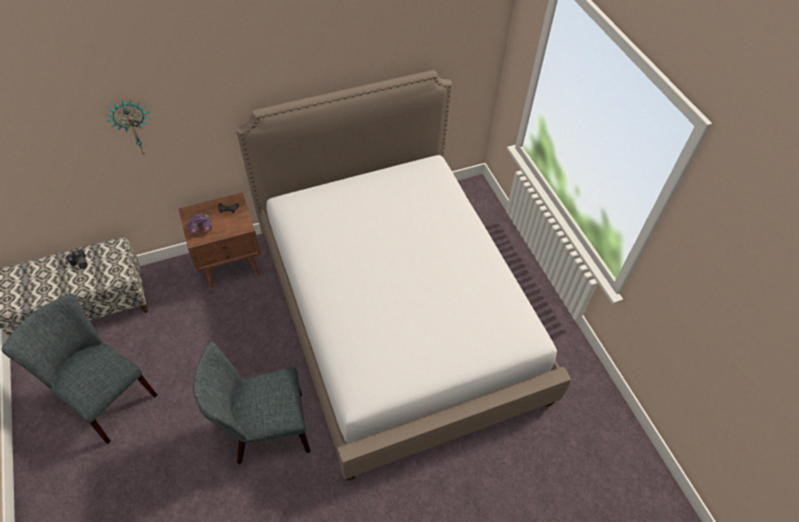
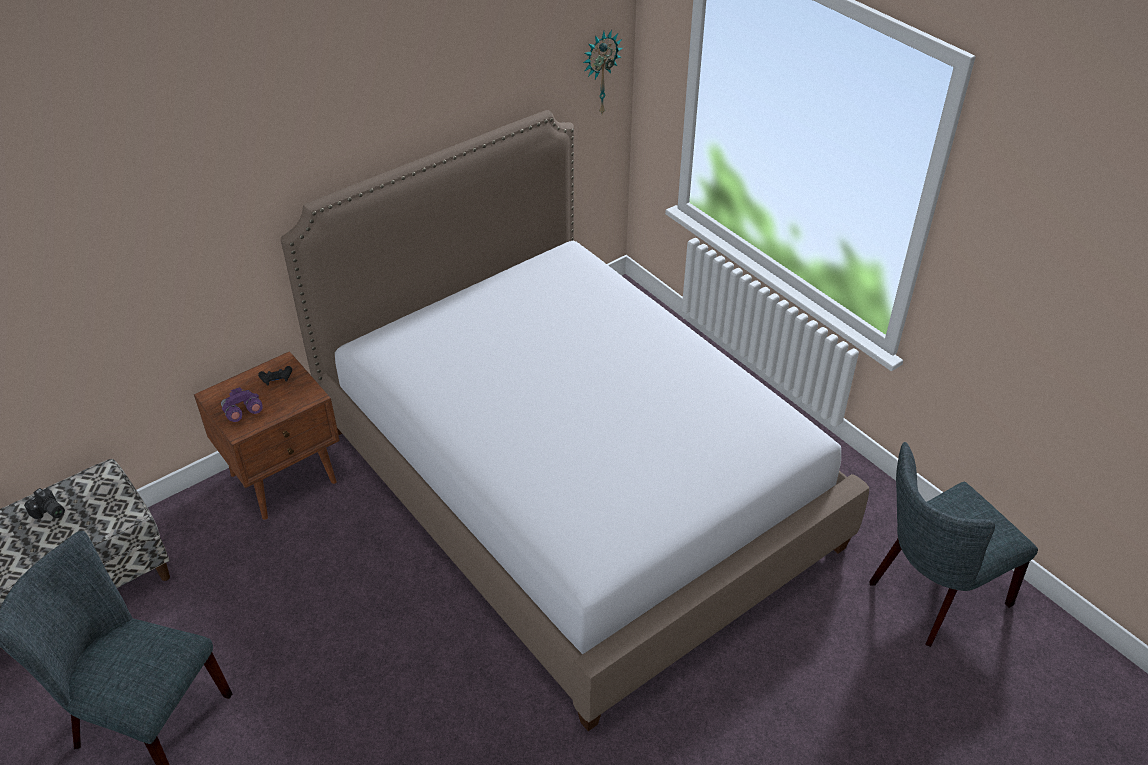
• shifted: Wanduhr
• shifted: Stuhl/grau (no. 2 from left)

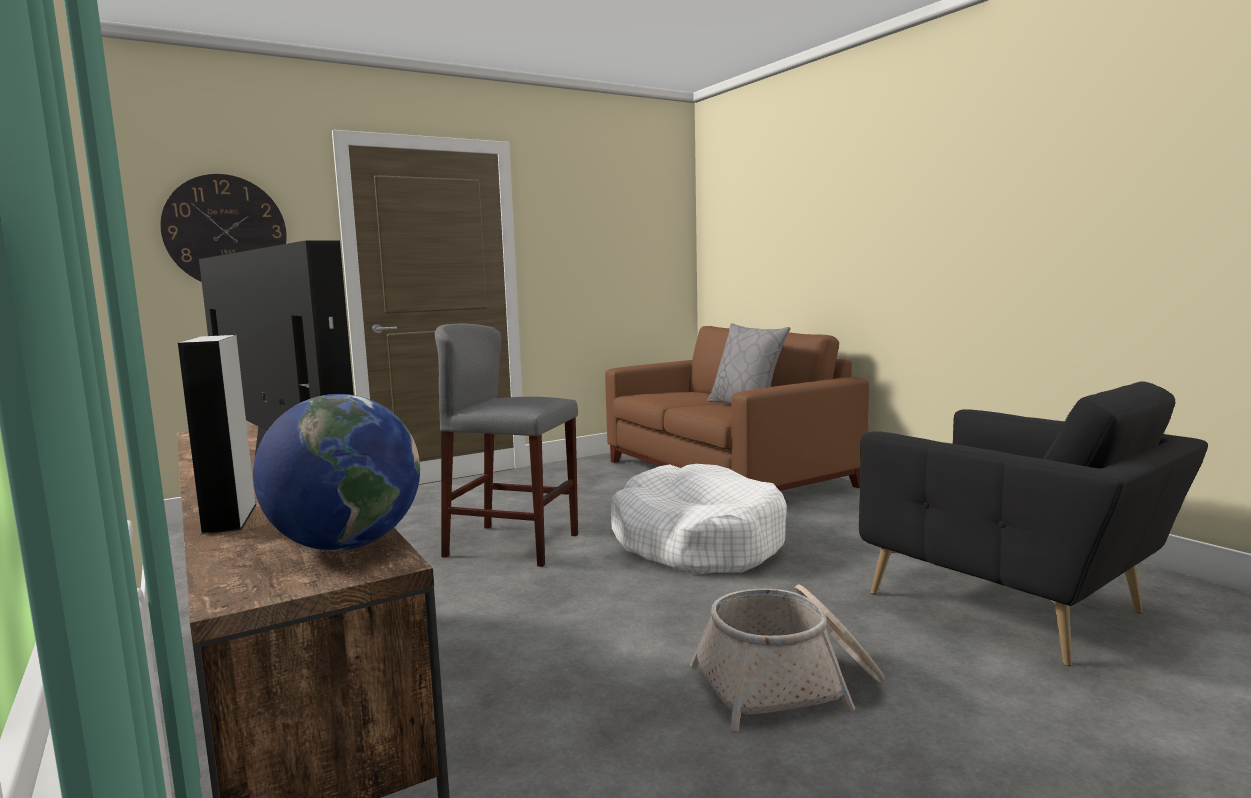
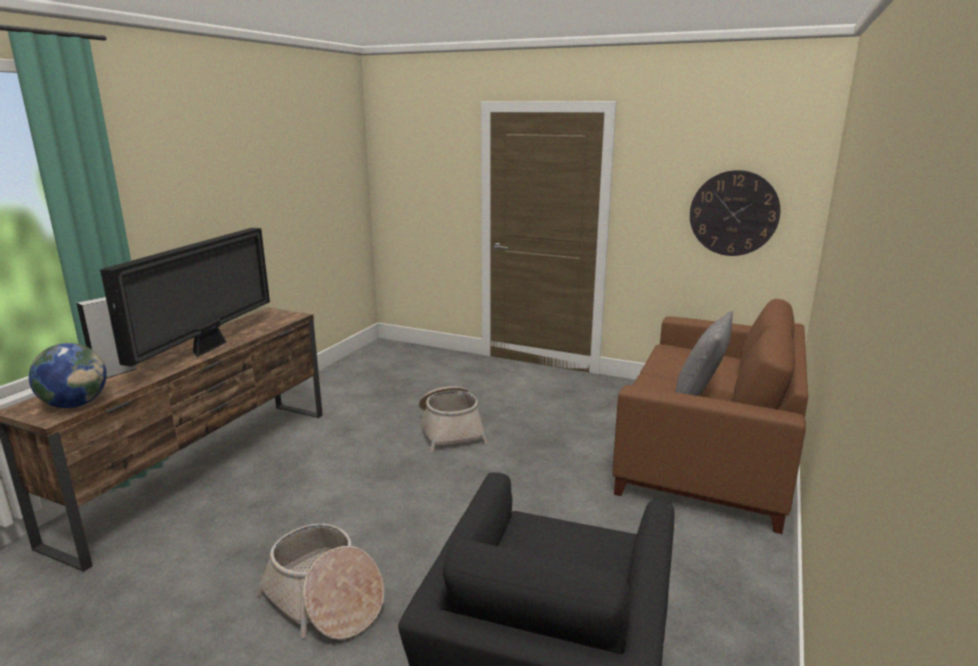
• shifted: Wanduhr
• swapped: Hocker/grau to Korb (no. 2 from left)
• gone: Hundebett/weiß

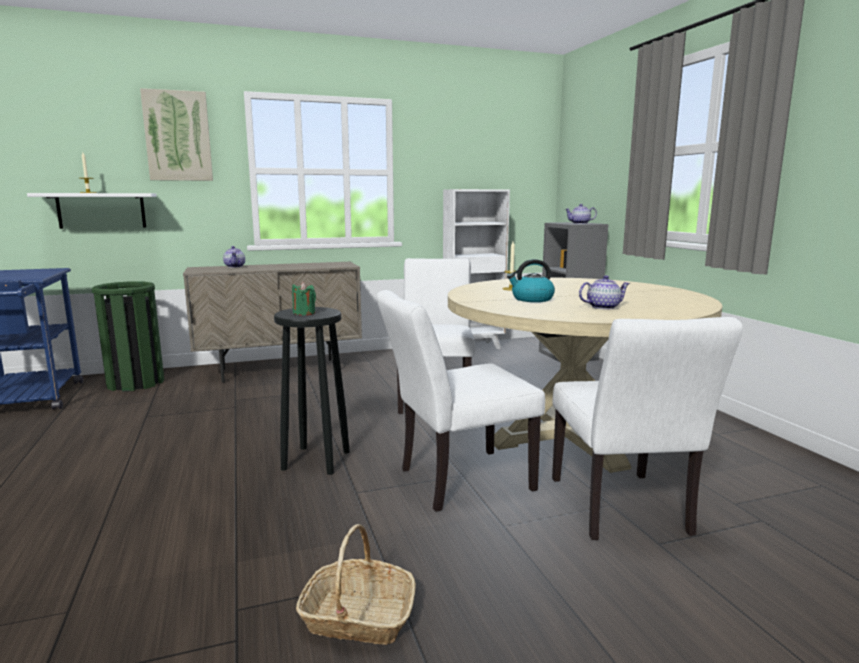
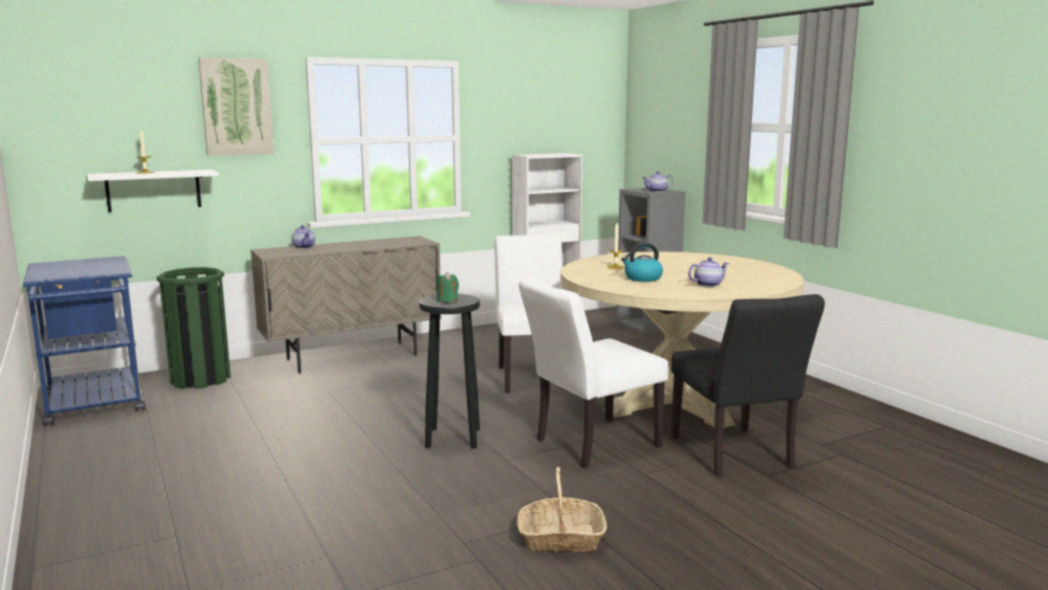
• repainted: Stuhl/weiß (no. 3 from left) to Stuhl/schwarz

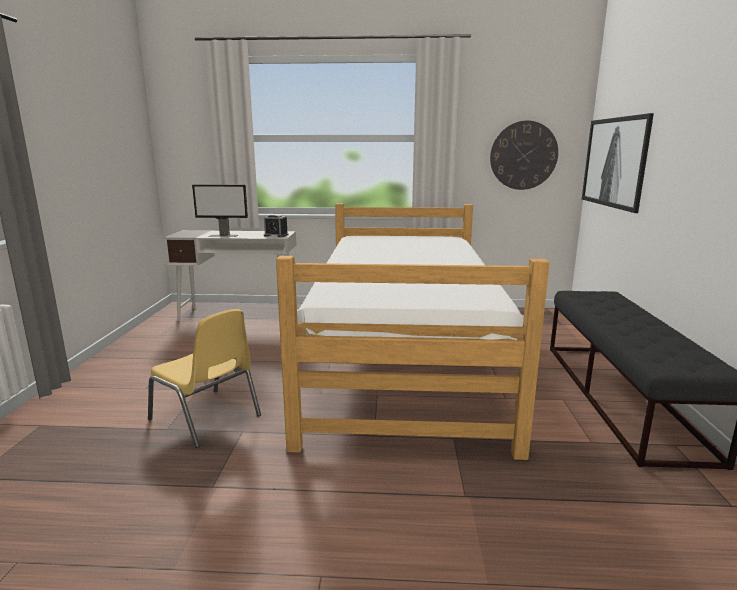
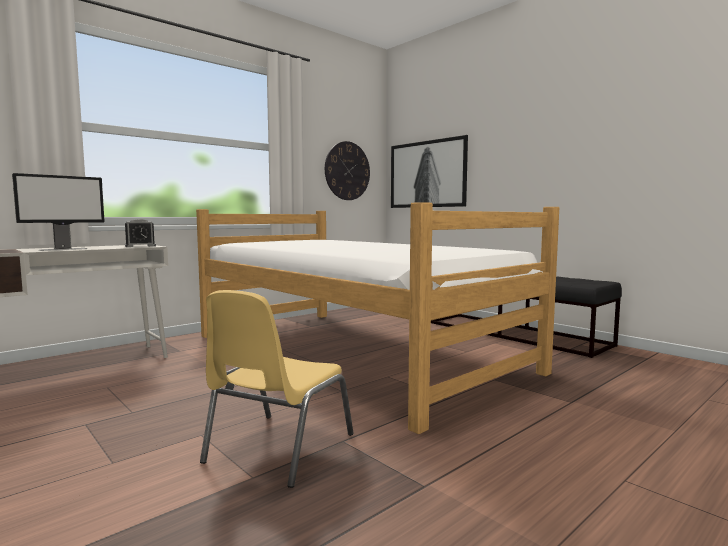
• rotated: Stuhl/gelb 120 degrees clockwise

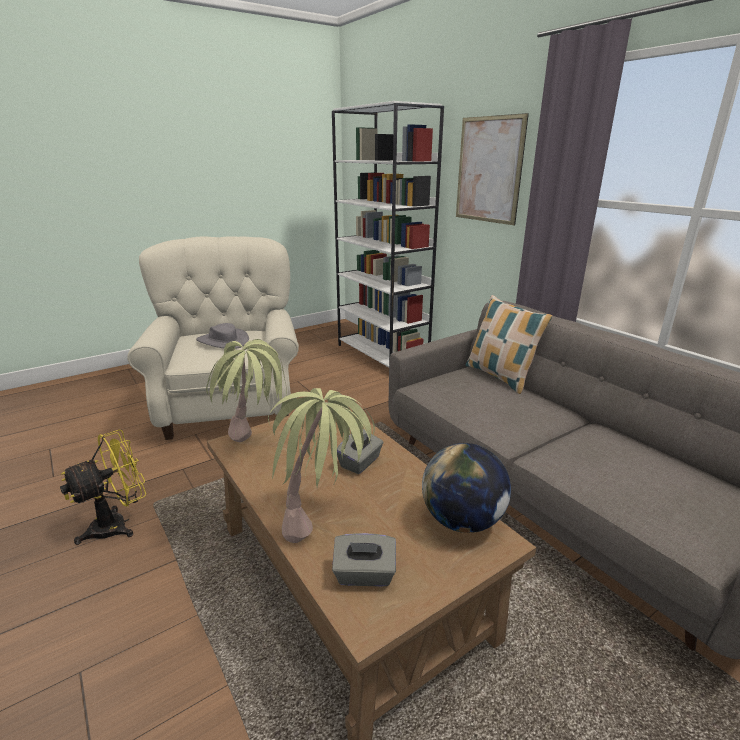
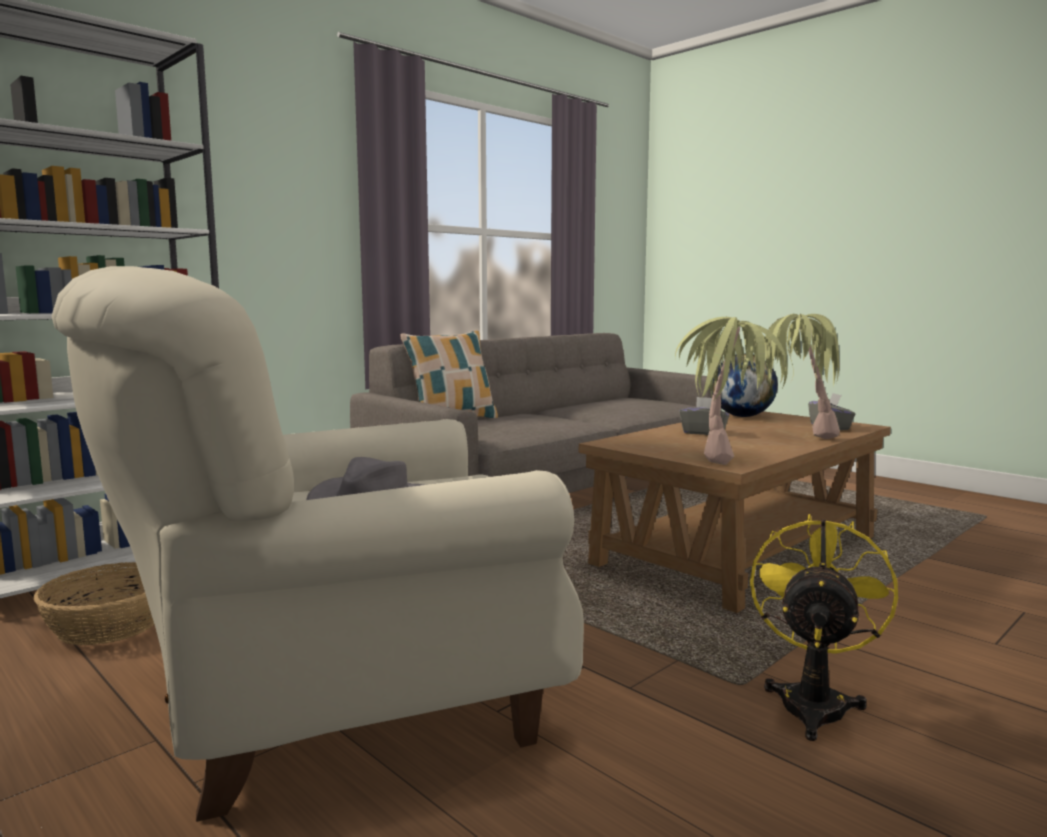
• rotated: Ventilator/gelb 75 degrees clockwise
• gone: Bild
• new: Korb

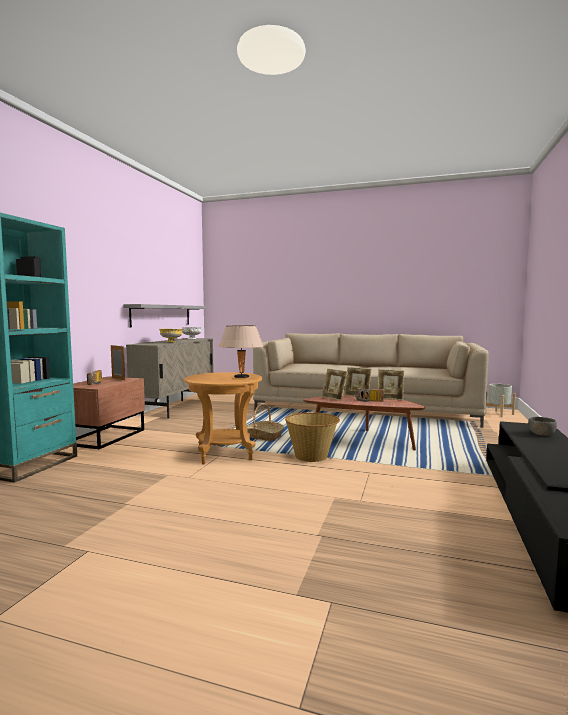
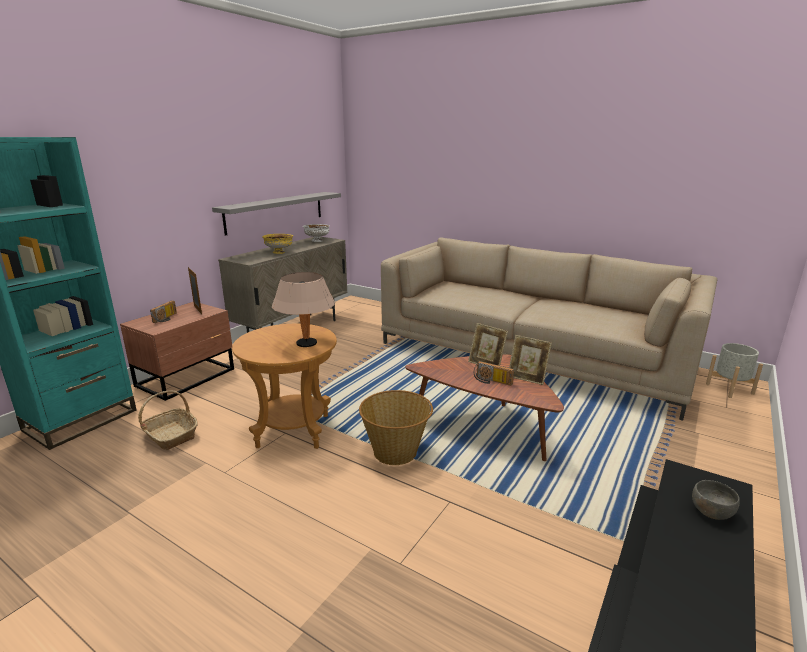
• shifted: Korb (no. 1 from left)
• gone: Bilderrahmen (no. 2 from left)

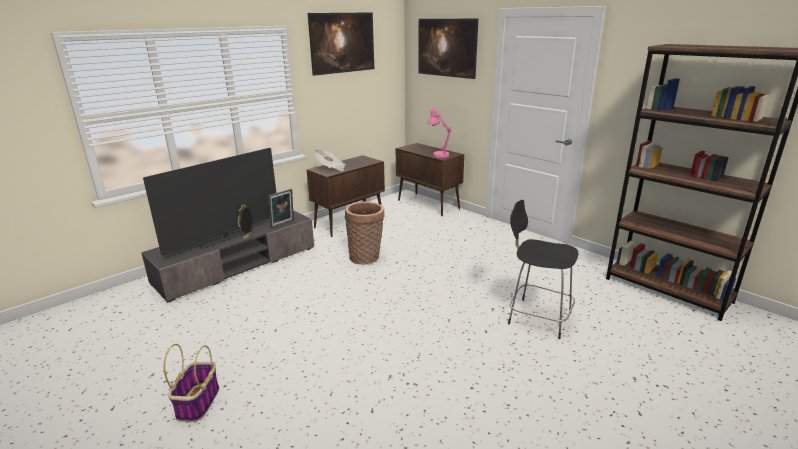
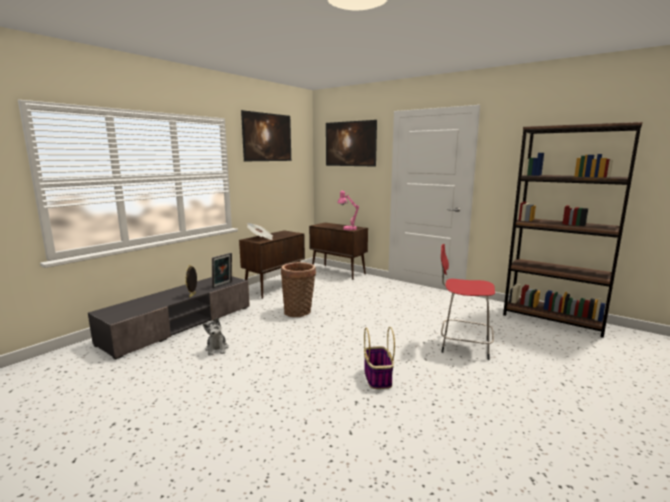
• gone: Fernseher
• shifted: Korb (no. 1 from left in the first image) to Korb (no. 2 from left)
• repainted: Hocker/schwarz to Hocker/rot
• new: Plüschtier

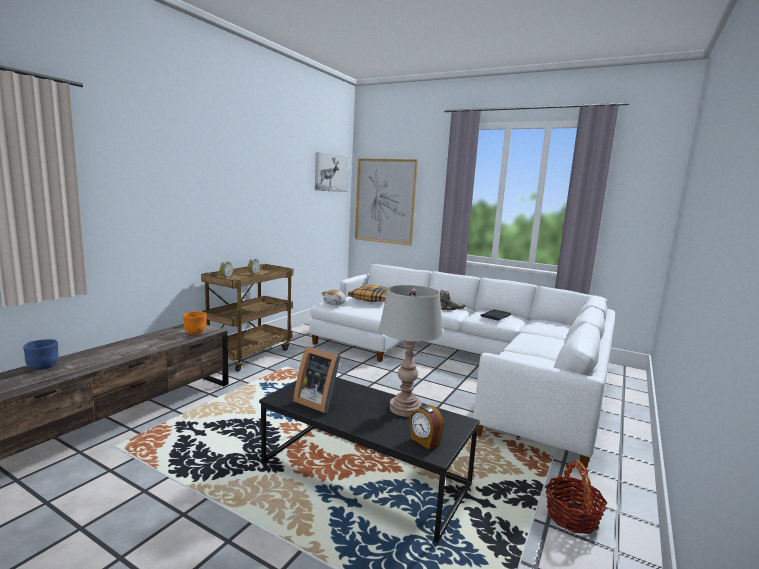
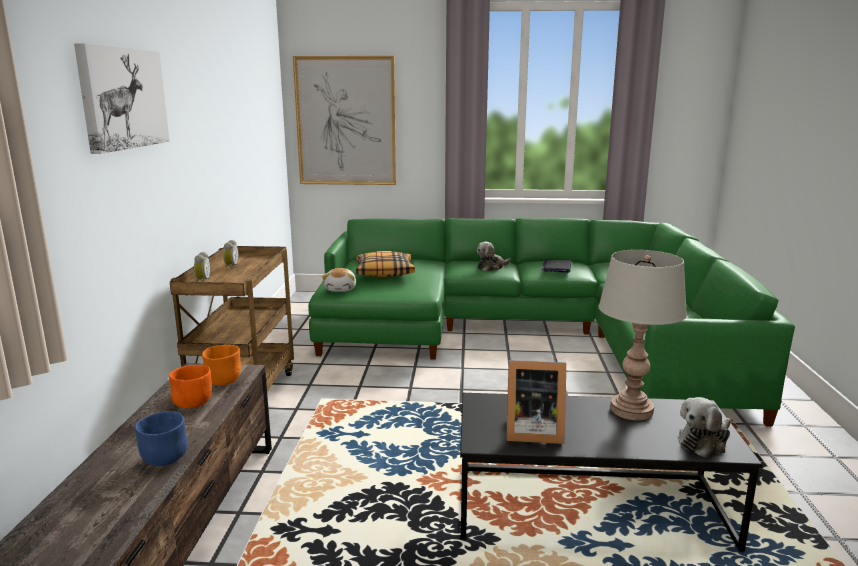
• shifted: Schüssel/blau
• repainted: Sofa/weiß to Sofa/grün
• shifted: Bild (no. 1 from left)
• swapped: Wecker (no. 3 from left) to Plüschtier (no. 3 from left)
• gone: Korb
• new: Schüssel/orange (no. 1 from left)

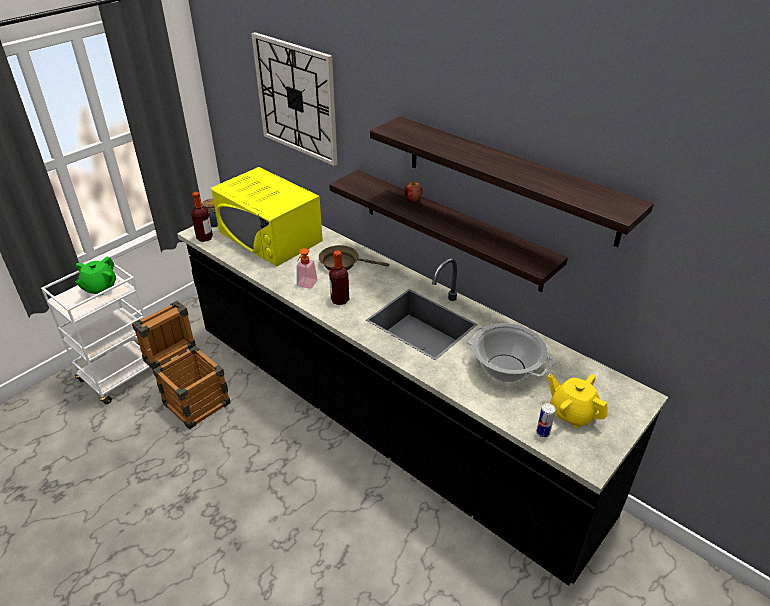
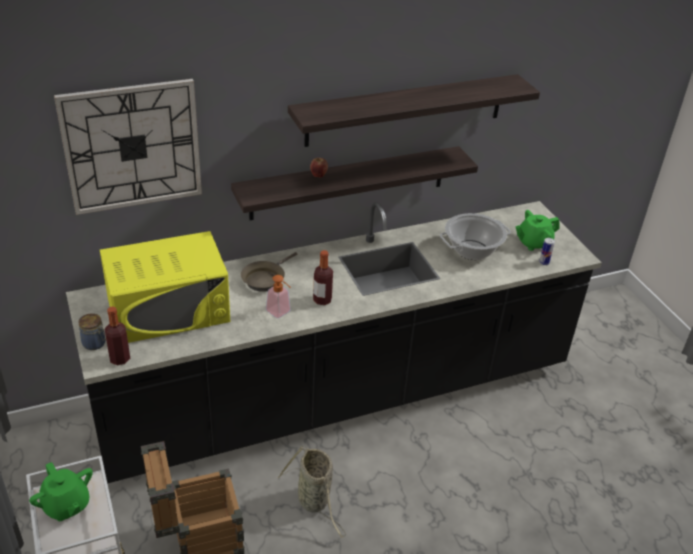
• repainted: Teekanne/gelb to Teekanne/grün (no. 2 from left)
• new: Korb

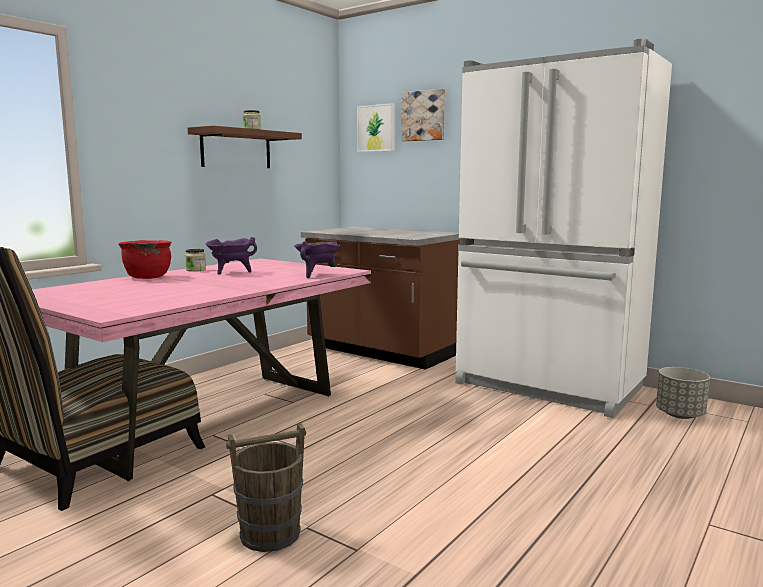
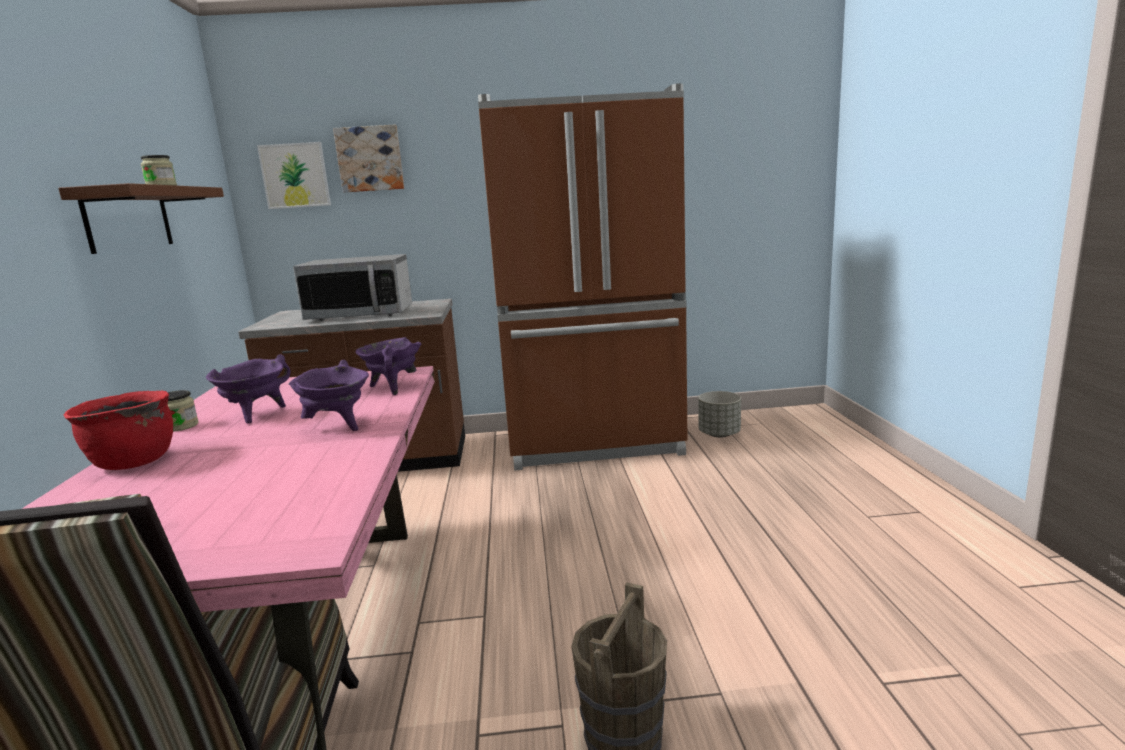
• repainted: Kühlschrank/weiß to Kühlschrank/braun
• new: Kochtopf/lila (no. 2 from left)
• new: Mikrowelle

